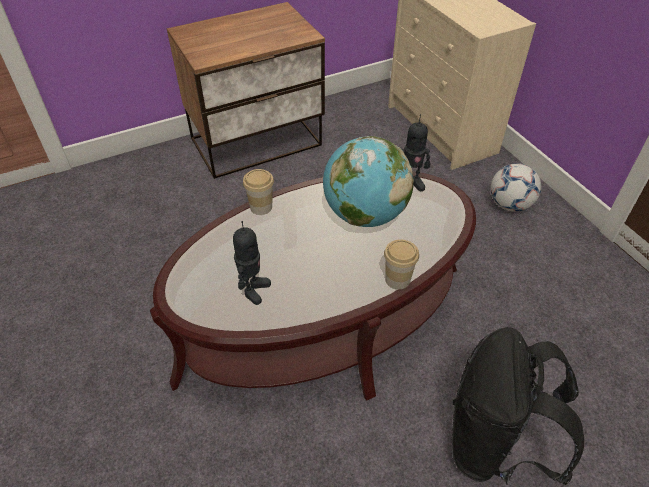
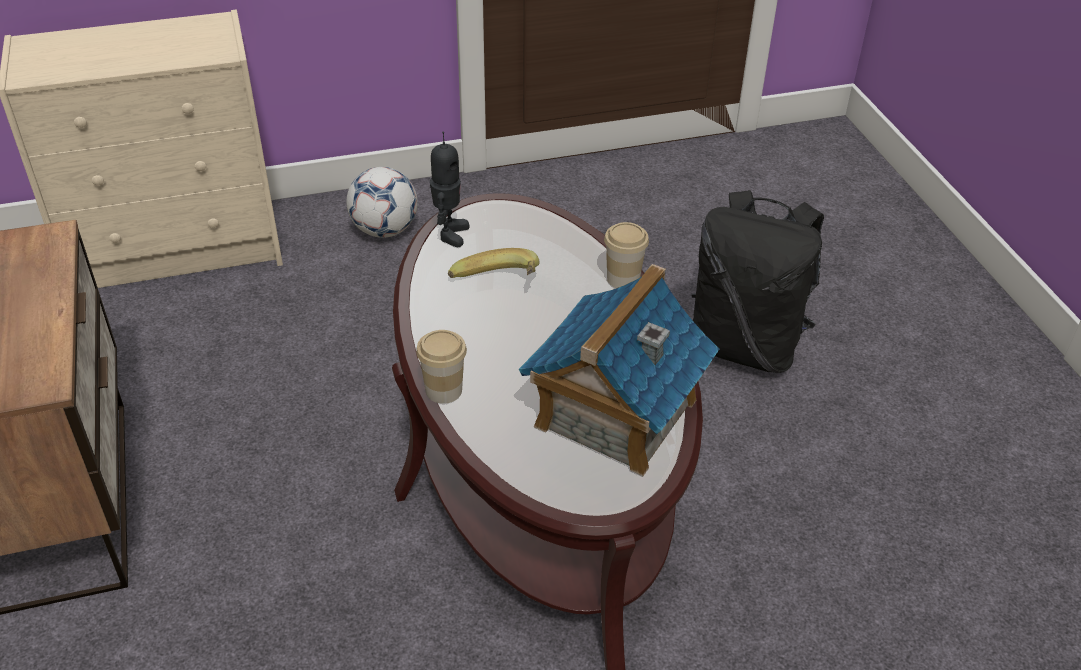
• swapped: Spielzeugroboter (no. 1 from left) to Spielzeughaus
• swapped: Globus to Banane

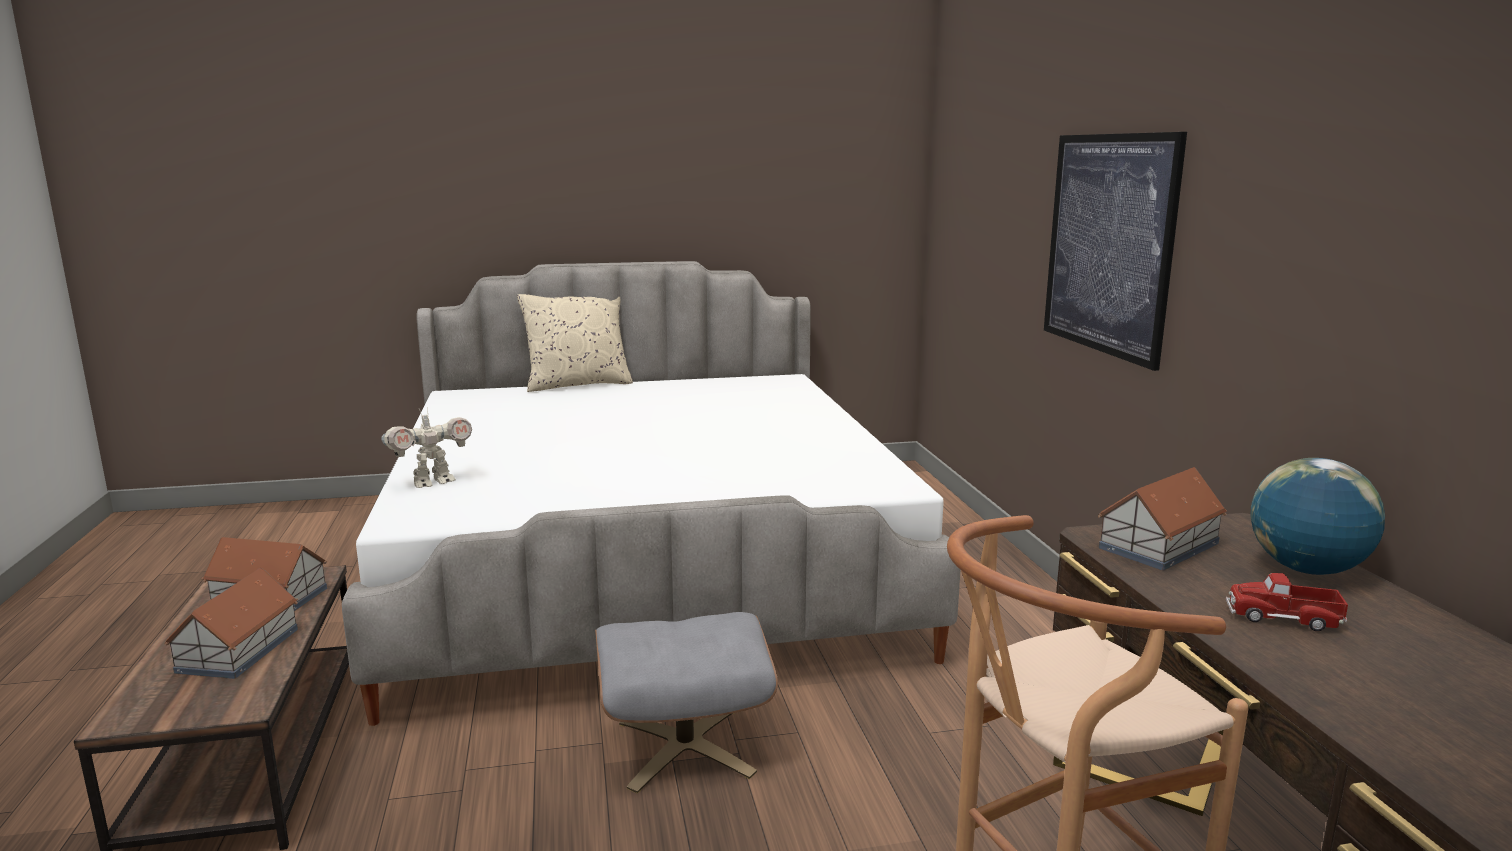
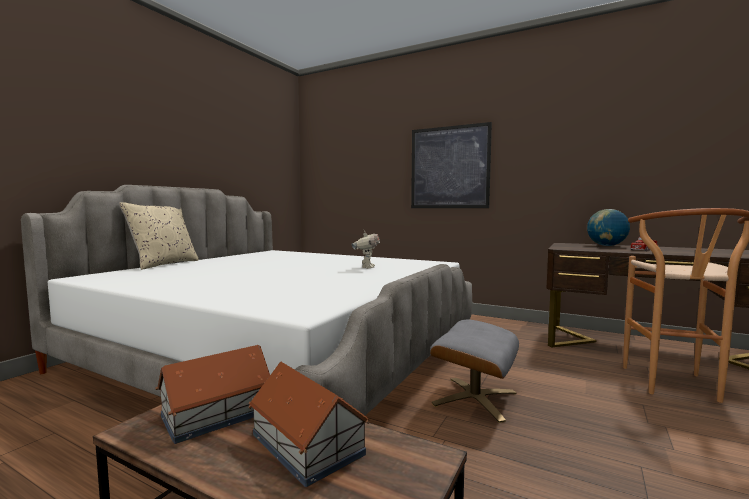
• shifted: Spielzeugroboter
• gone: Spielzeughaus (no. 3 from left)

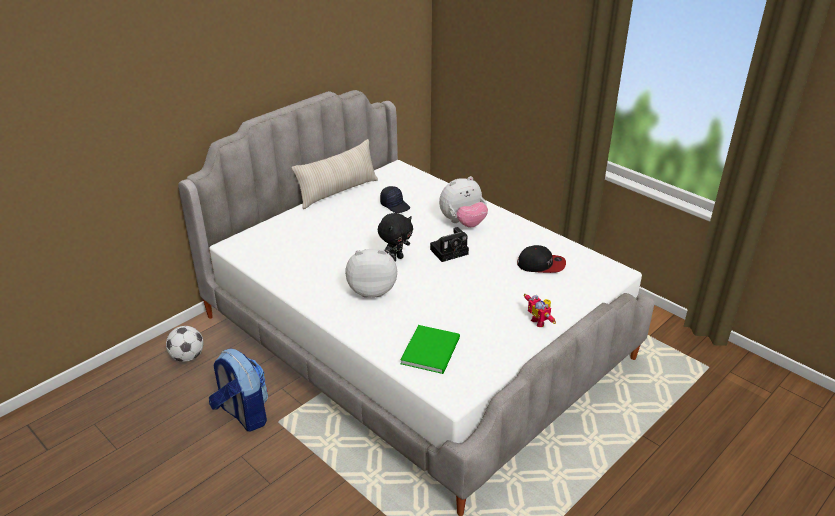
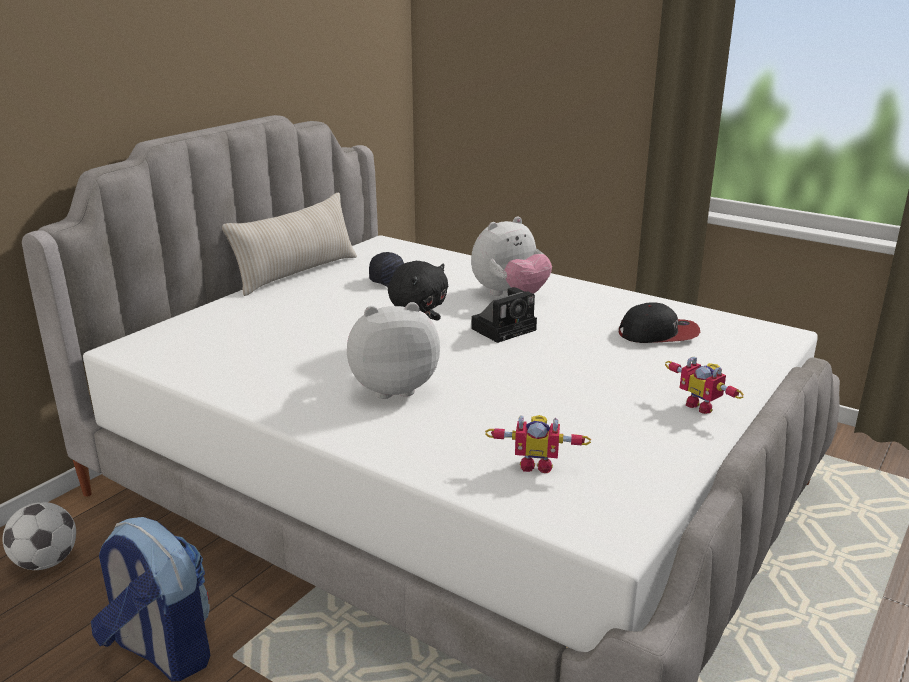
• swapped: Buch/grün to Spielzeugroboter (no. 1 from left)

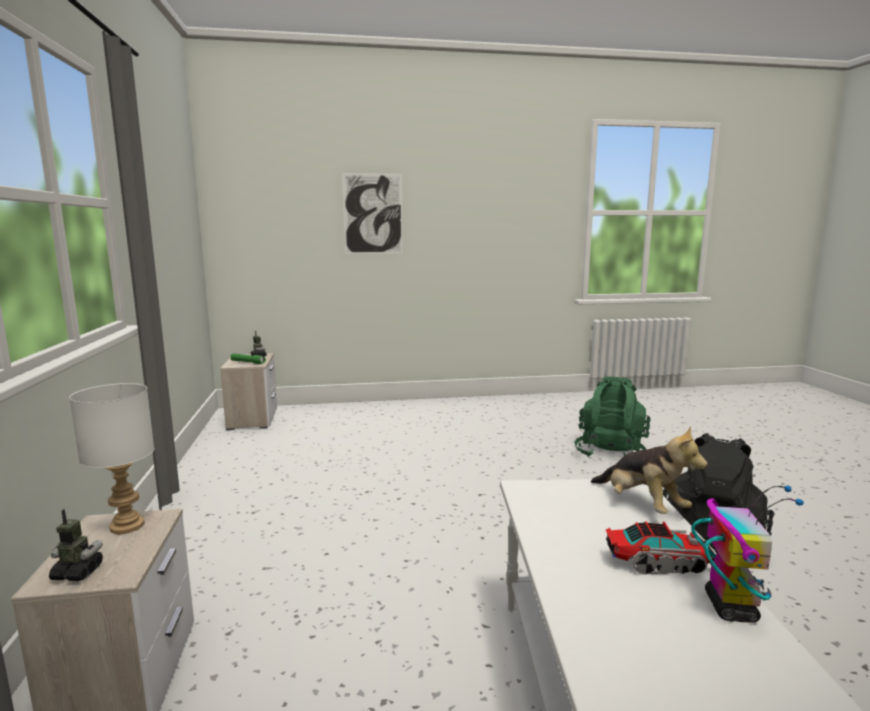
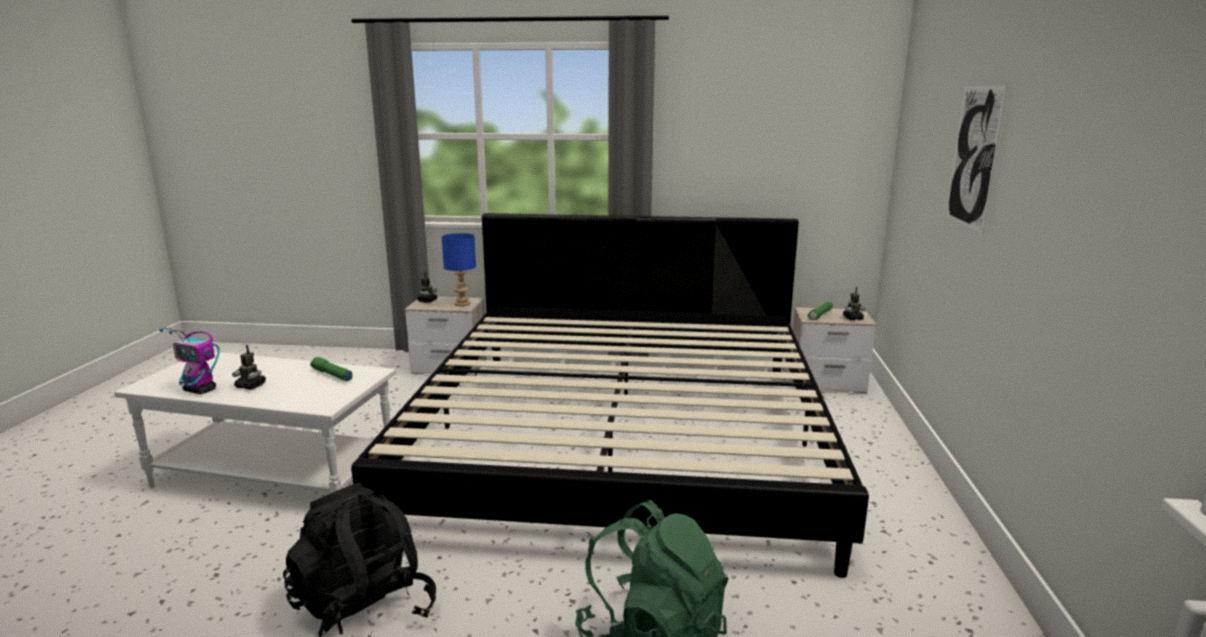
• repainted: Tischlampe/weiß to Tischlampe/blau
• gone: Plüschtier
• swapped: Spielzeuglaster to Spielzeugroboter (no. 2 from left)
• new: Taschenlampe/grün (no. 1 from left)
• new: Bett

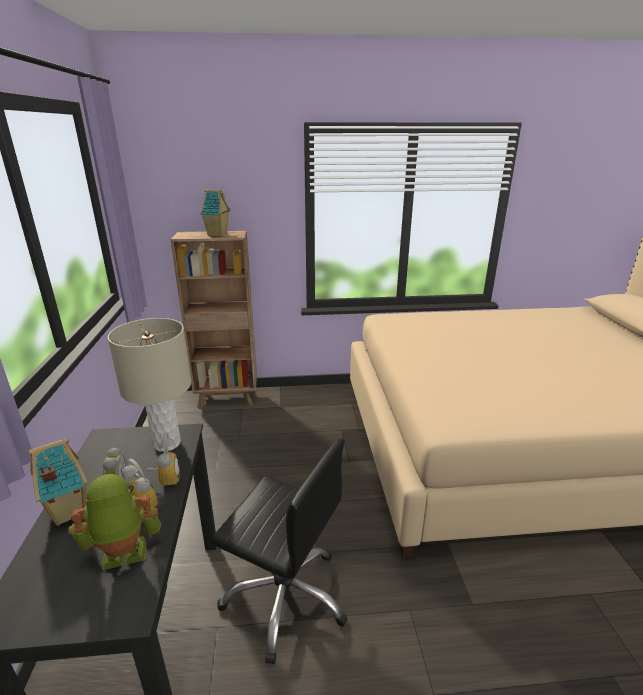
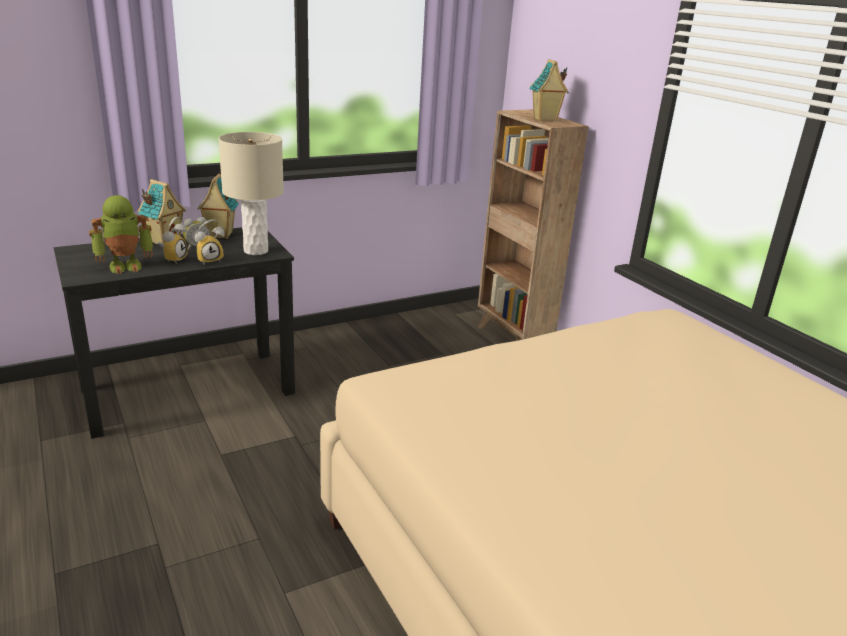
• rotated: Spielzeugroboter 105 degrees clockwise
• gone: Bürostuhl/schwarz
• new: Spielzeughaus (no. 2 from left)

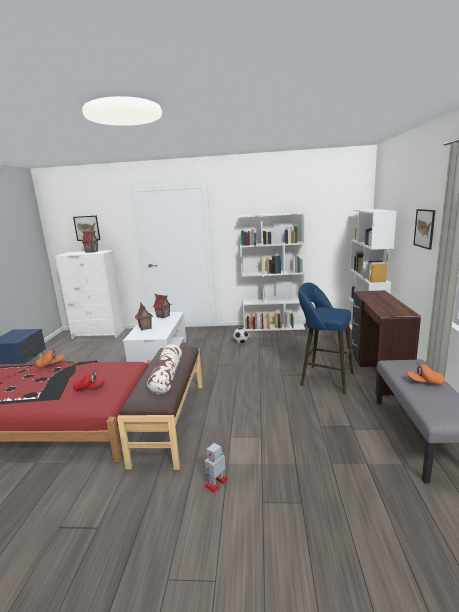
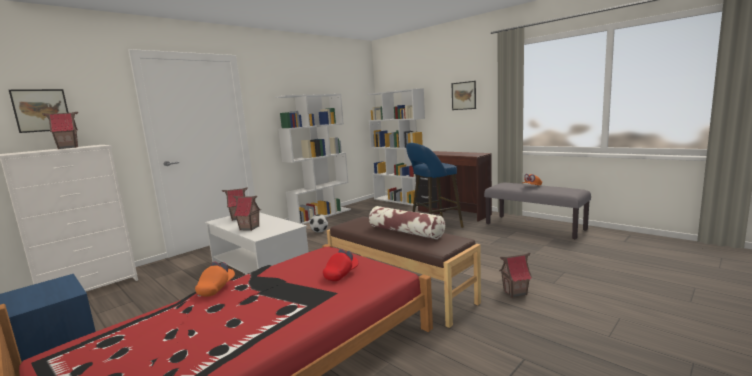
• swapped: Spielzeugroboter to Spielzeughaus (no. 4 from left)

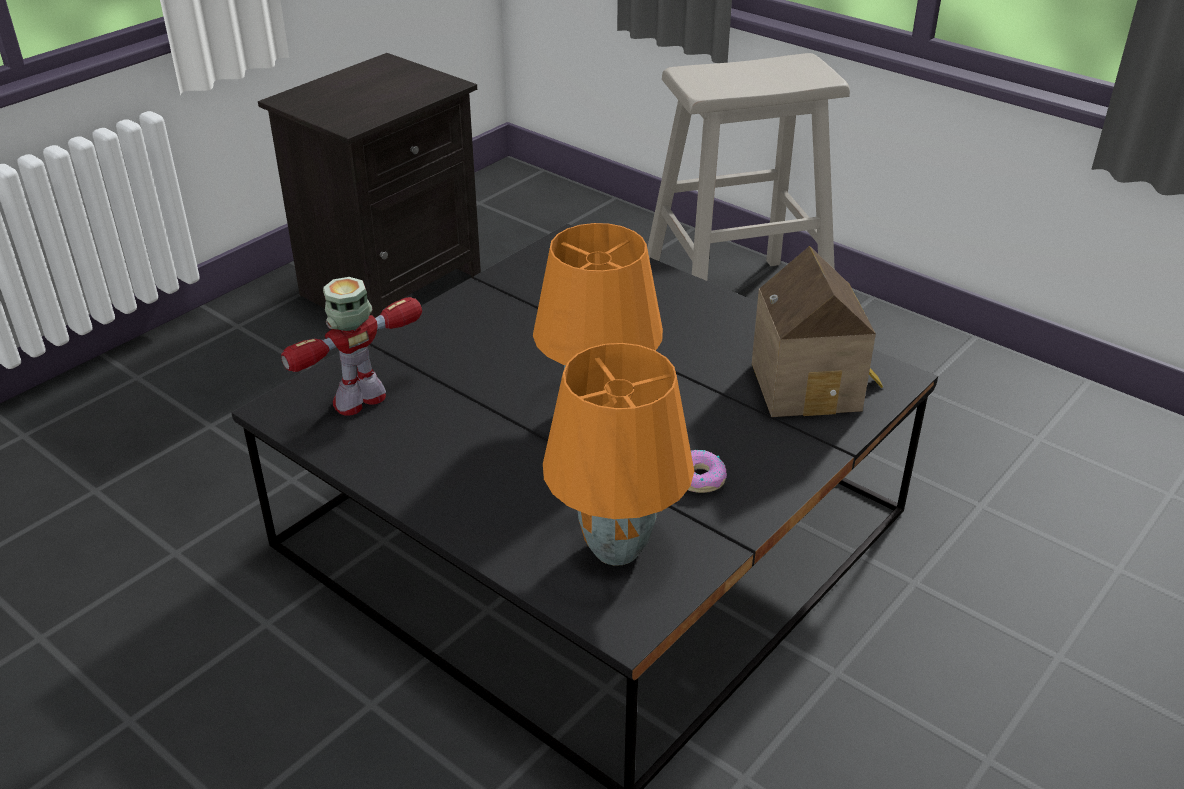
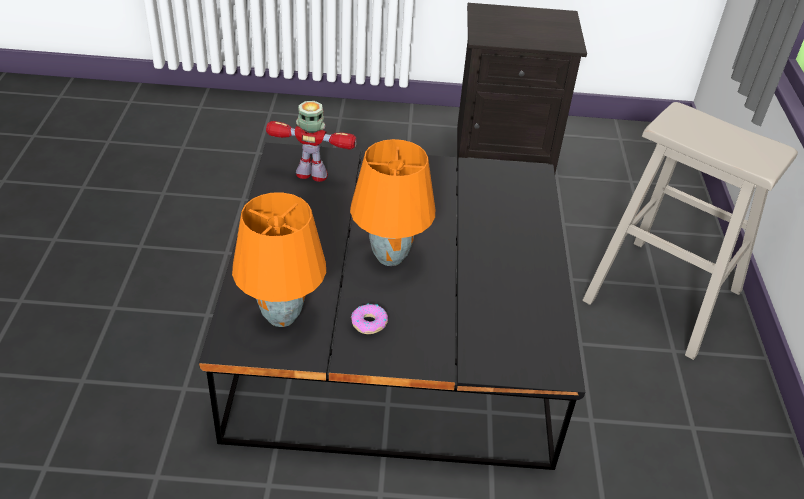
• gone: Spielzeughaus

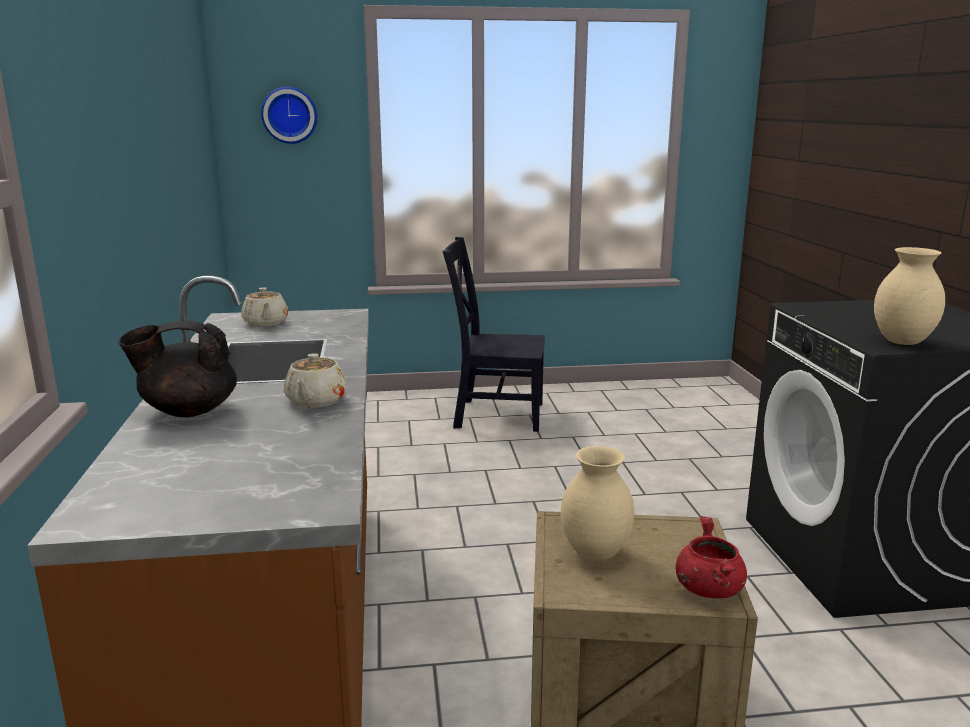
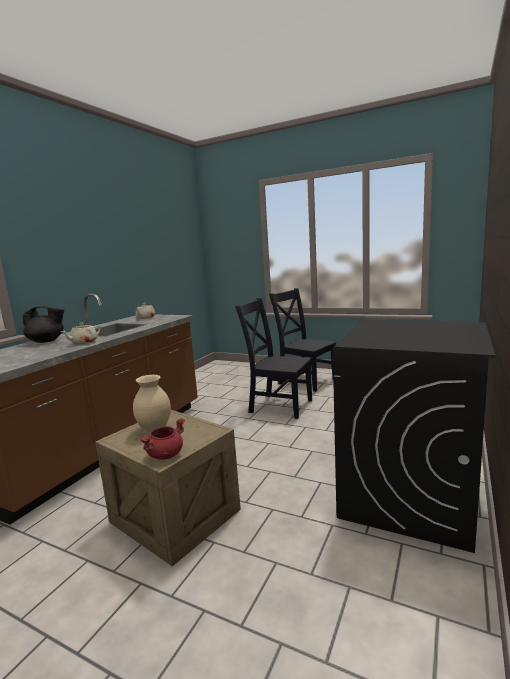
• rotated: Teekanne/schwarz 150 degrees clockwise
• gone: Wanduhr
• gone: Vase/beige (no. 2 from left)
• new: Stuhl/schwarz (no. 1 from left)

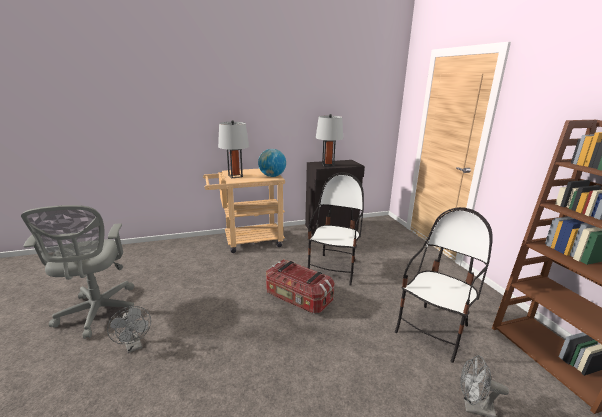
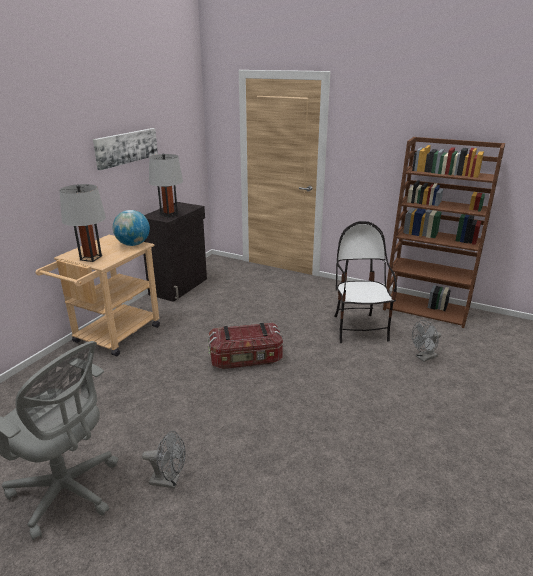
• gone: Stuhl (no. 1 from left)
• new: Bild

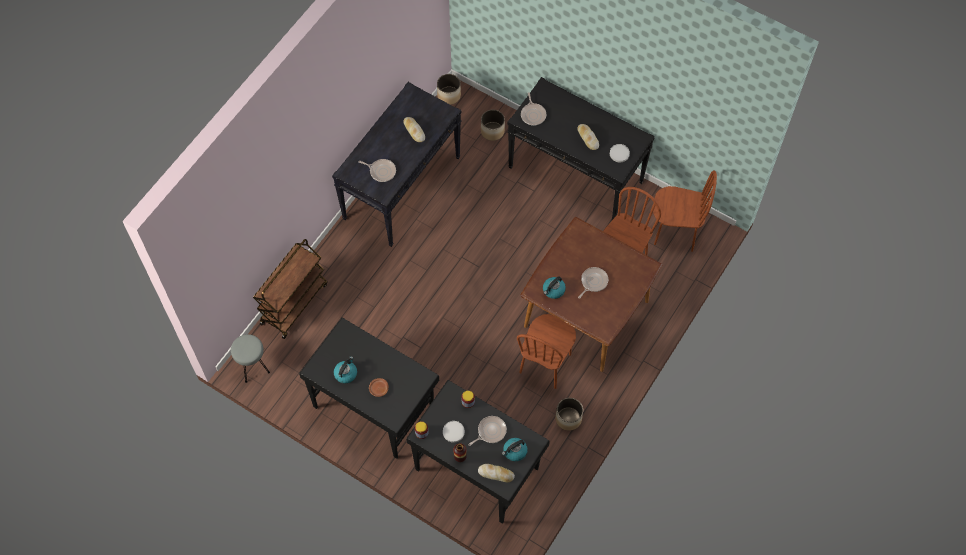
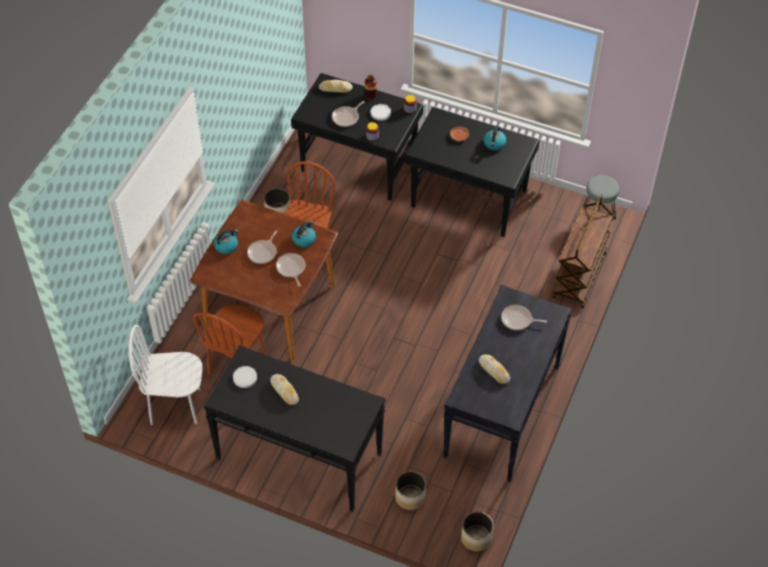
• shifted: Wasserkessel (no. 2 from left in the first image) to Wasserkessel (no. 1 from left)
• shifted: Pfanne (no. 3 from left in the first image) to Pfanne (no. 2 from left)
• repainted: Stuhl/braun (no. 3 from left) to Stuhl/weiß

